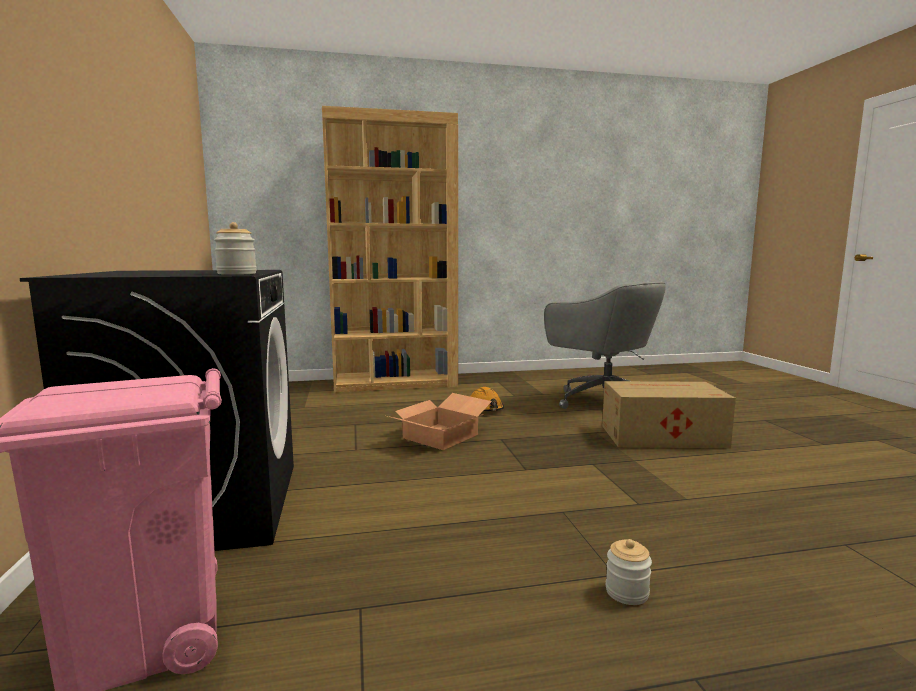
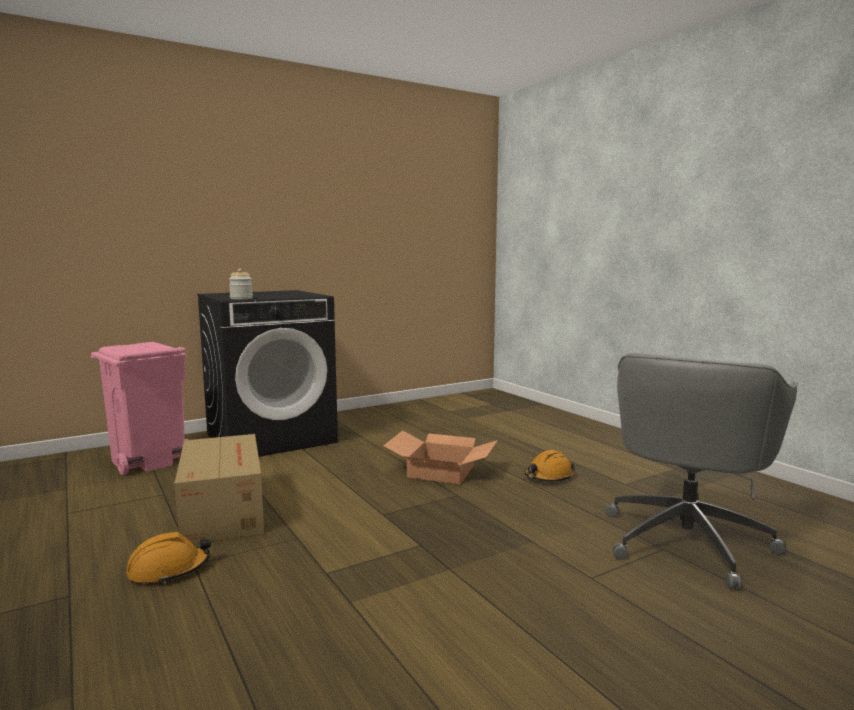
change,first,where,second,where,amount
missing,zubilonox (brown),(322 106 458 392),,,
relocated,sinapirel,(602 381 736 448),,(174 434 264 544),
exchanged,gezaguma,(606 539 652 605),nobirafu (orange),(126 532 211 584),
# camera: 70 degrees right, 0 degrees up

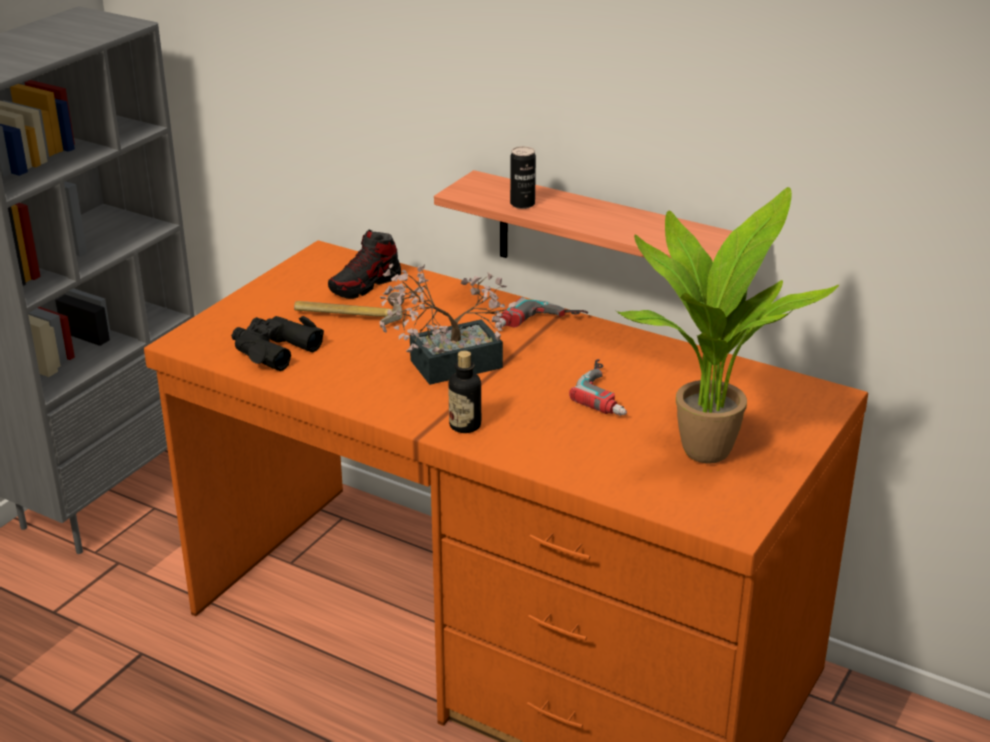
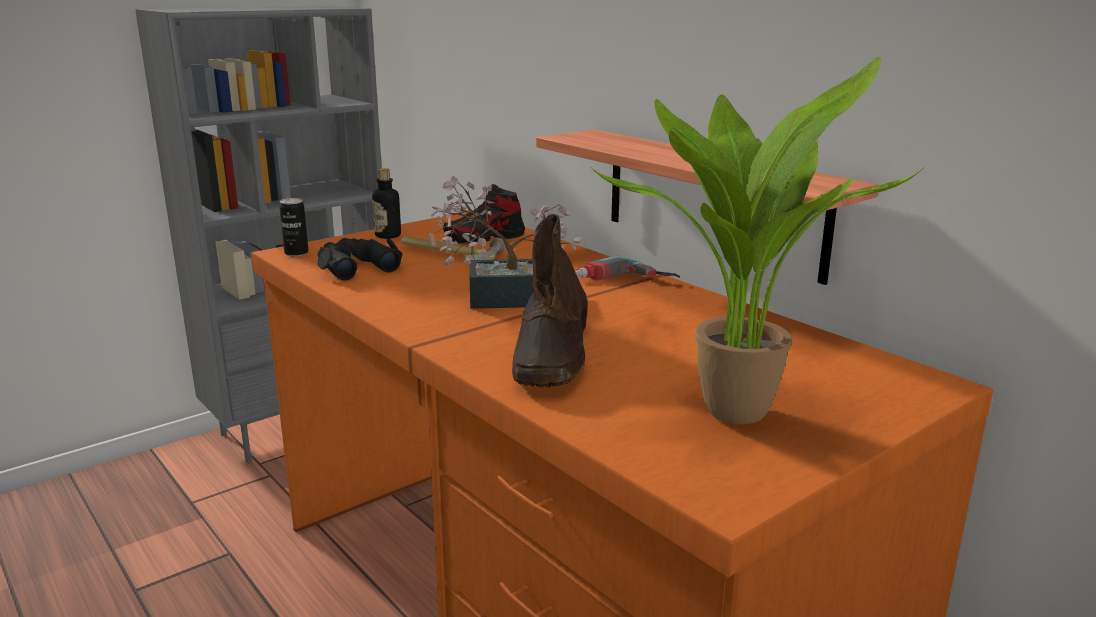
change,first,where,second,where,amount
relocated,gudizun,(448 351 481 433),,(372 168 401 239),
relocated,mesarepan,(510 146 536 209),,(279 198 309 256),
missing,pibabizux,(569 359 627 416),,,
appeared,,,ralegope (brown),(512 214 588 388),
# camera: 20 degrees right, 10 degrees down

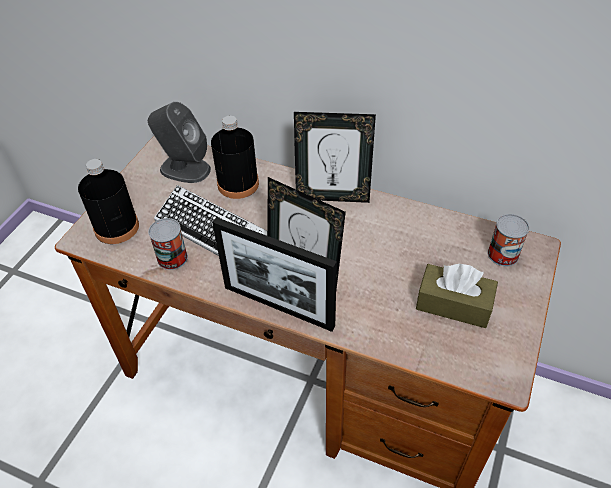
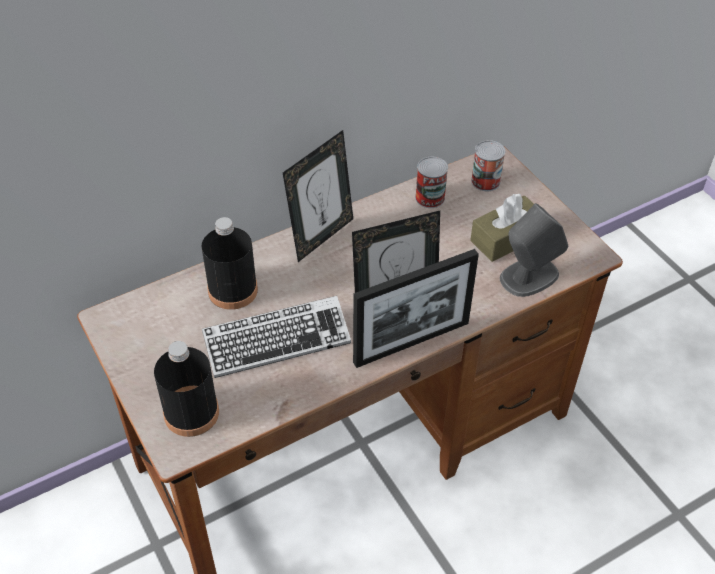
change,first,where,second,where,amount
relocated,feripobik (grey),(148 102 211 183),,(500 203 569 297),
relocated,mesarepan,(148 218 188 270),,(415 157 448 208),
# camera: 55 degrees left, 0 degrees up

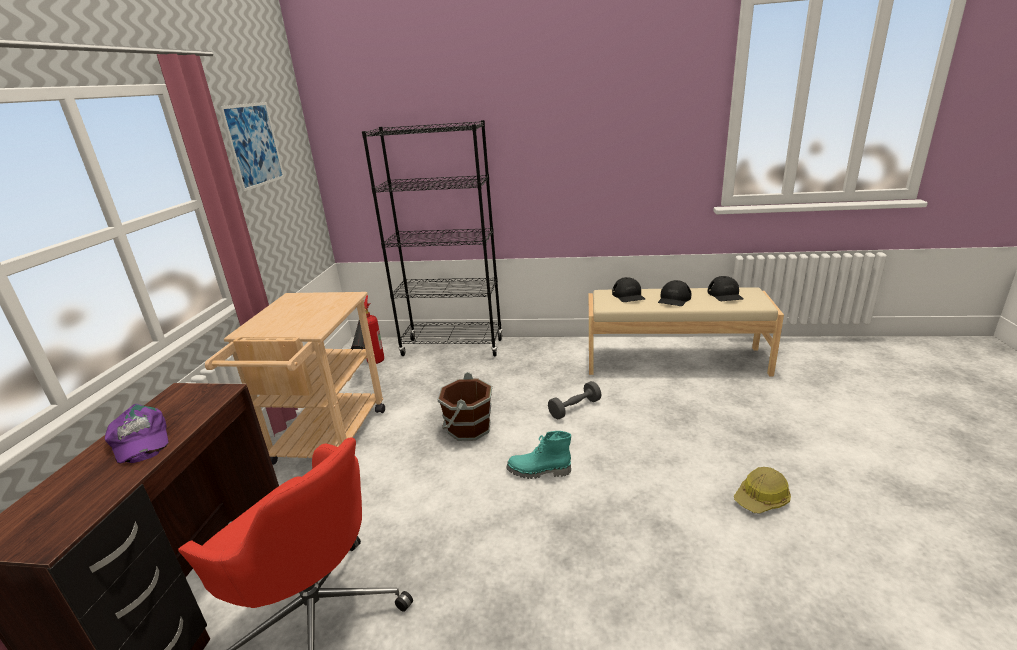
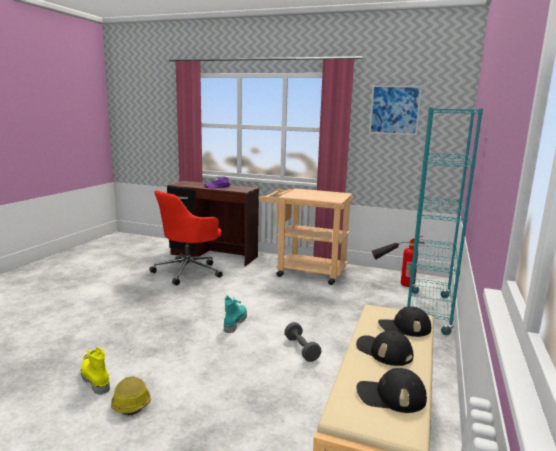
change,first,where,second,where,amount
colour,zubilonox (black),(362 120 502 357),zubilonox (turquoise),(407 107 483 335),
missing,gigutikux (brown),(437 372 492 441),,,
appeared,,,ralegope (yellow),(81 347 110 395),
# camera: 100 degrees right, 10 degrees down

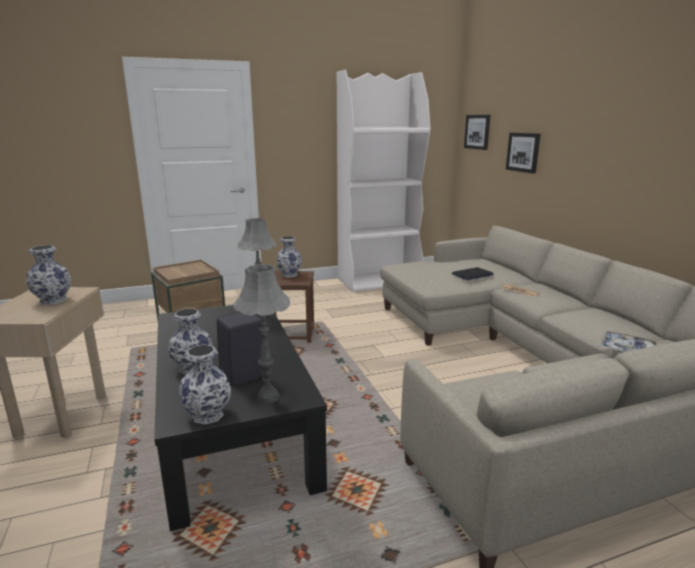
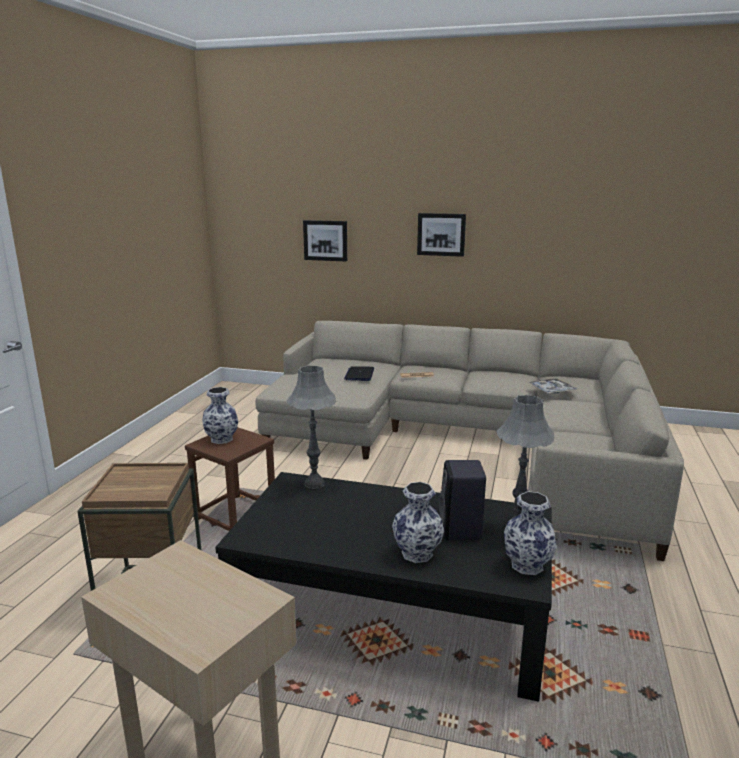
change,first,where,second,where,amount
missing,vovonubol,(26 245 71 305),,,
missing,zubilonox (white),(337 70 430 292),,,
relocated,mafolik,(464 115 491 150),,(417 213 466 257),
# camera: 55 degrees left, 0 degrees up

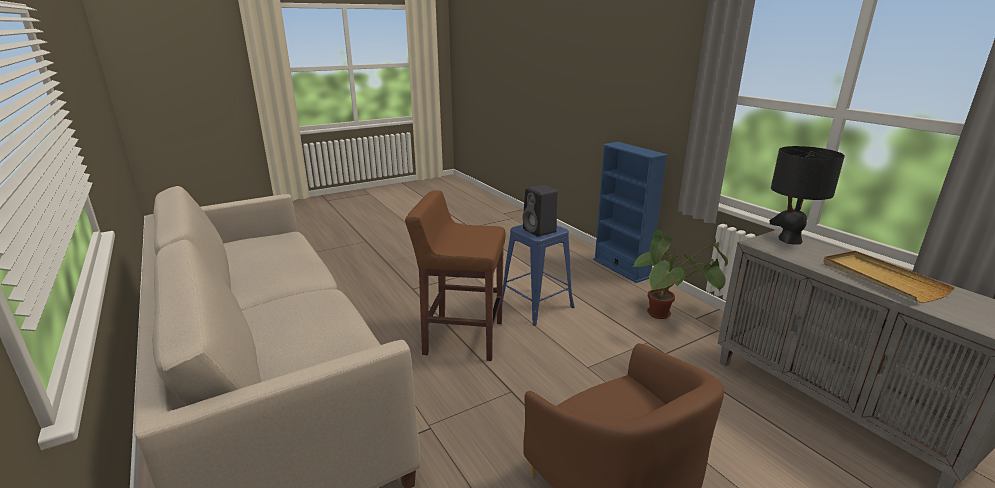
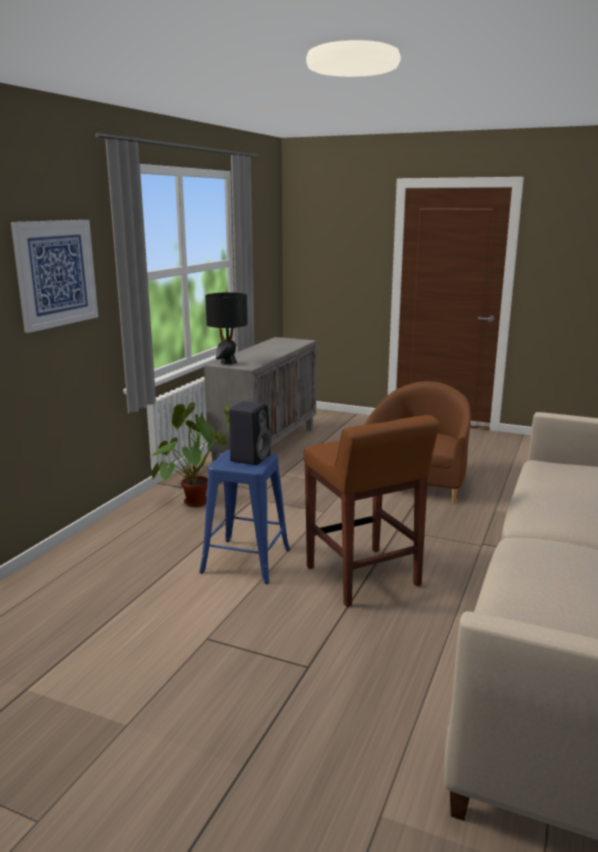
change,first,where,second,where,amount
missing,zubilonox (blue),(593 142 668 283),,,
missing,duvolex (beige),(823 251 955 303),,,
appeared,,,mafolik,(11 220 98 333),
# camera: 125 degrees left, 5 degrees down

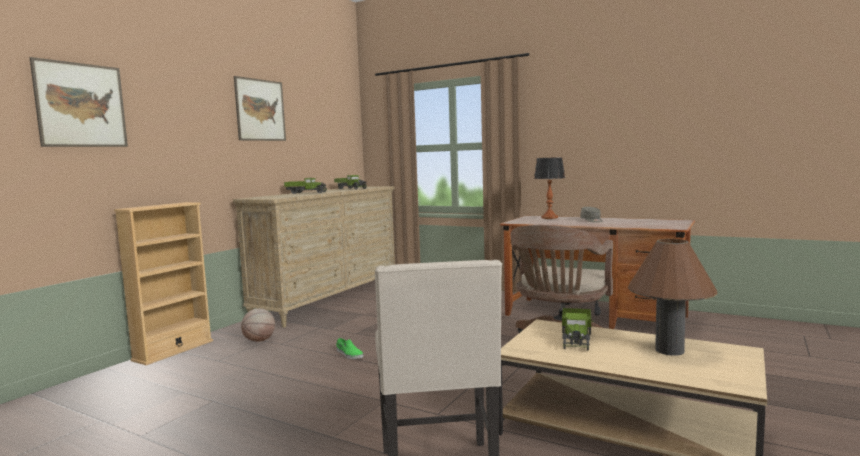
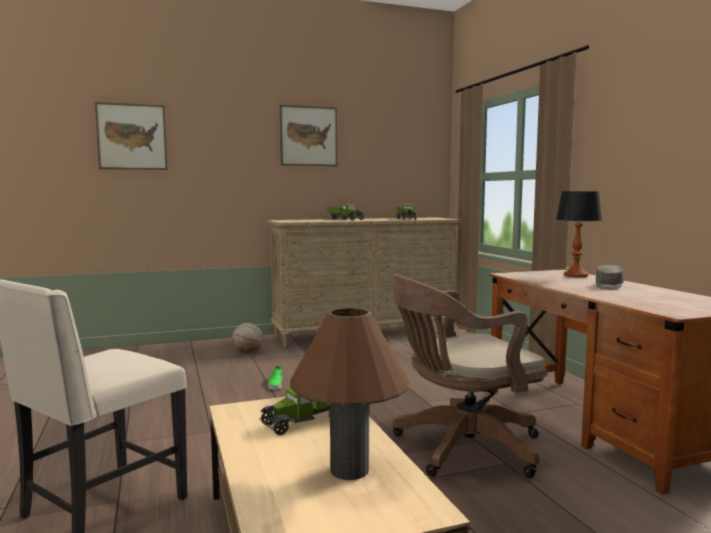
change,first,where,second,where,amount
missing,zubilonox (beige),(114 202 213 365),,,
# camera: 40 degrees right, 0 degrees up

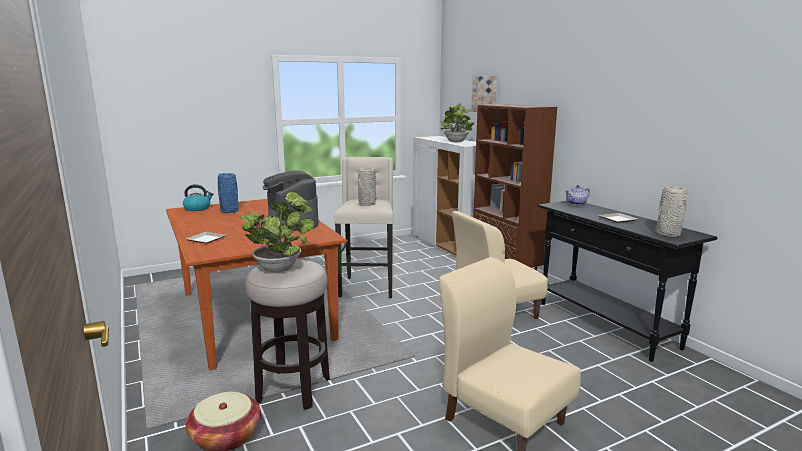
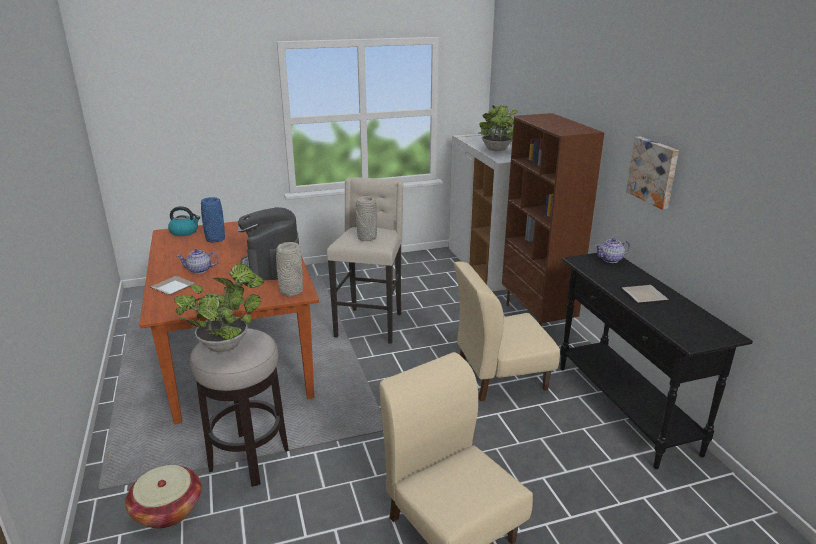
change,first,where,second,where,amount
relocated,mafolik,(471 76 497 112),,(626 137 679 210),
relocated,vovonubol (grey),(657 185 687 237),,(276 242 303 297),
appeared,,,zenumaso,(177 249 219 274),
# camera: 10 degrees right, 10 degrees up

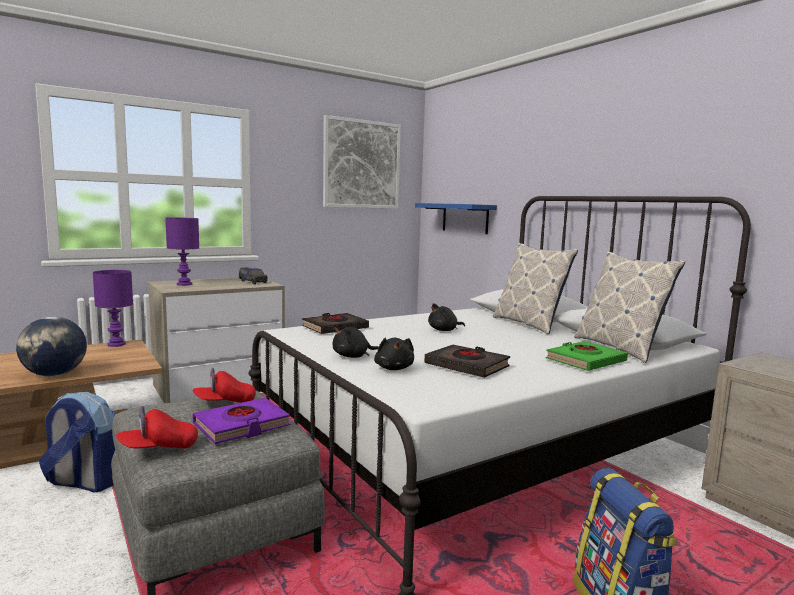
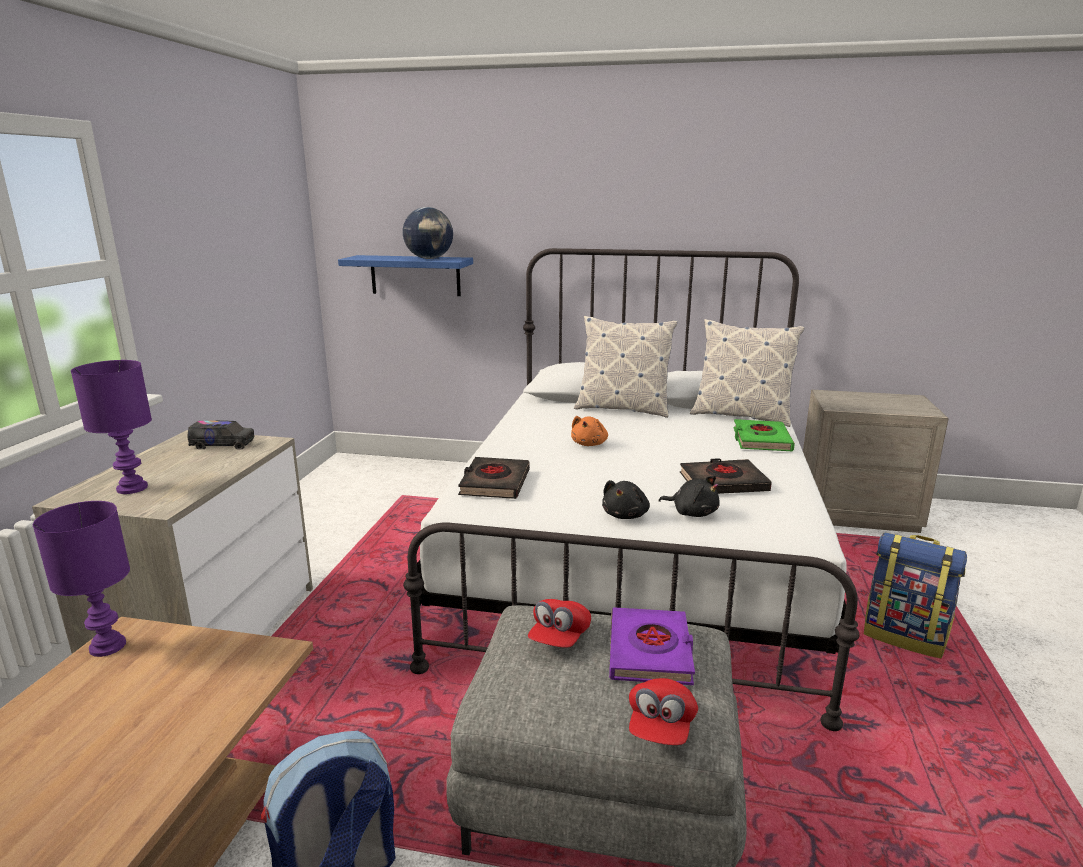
change,first,where,second,where,amount
relocated,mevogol,(16 317 87 376),,(403 207 453 259),
missing,mafolik,(323 115 401 209),,,
colour,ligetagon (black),(428 303 465 331),ligetagon (orange),(571 416 608 446),
# camera: 45 degrees left, 10 degrees up

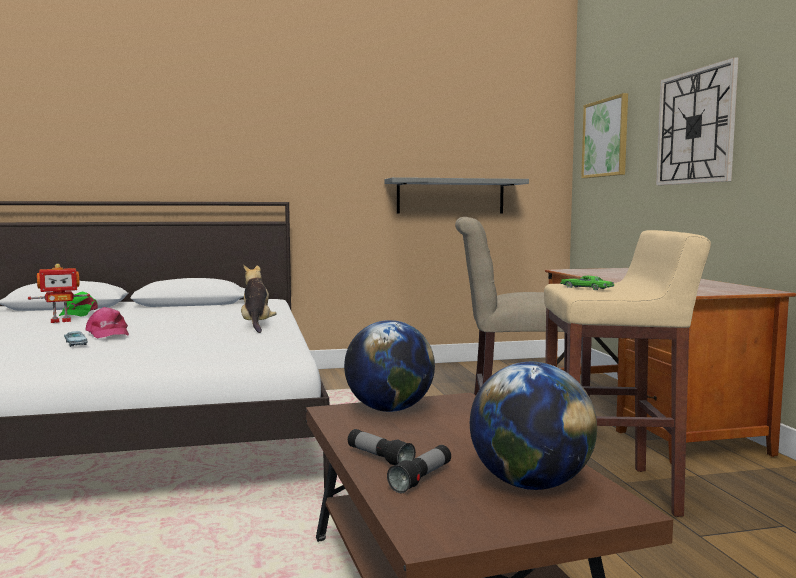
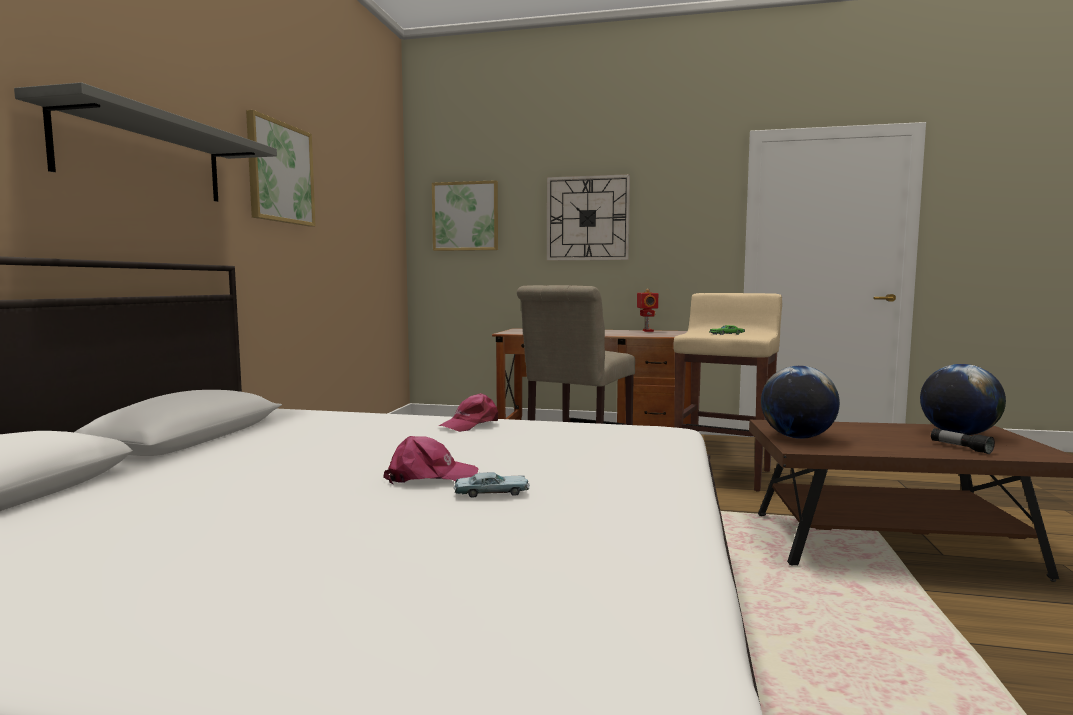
change,first,where,second,where,amount
relocated,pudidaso,(28 264 90 323),,(637 289 658 332),
missing,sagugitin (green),(59 292 98 317),,,
exchanged,ligetagon,(241 265 277 333),sagugitin (pink),(439 393 498 432),
missing,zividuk,(348 429 416 465),,,
relocated,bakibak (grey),(384 177 529 214),,(14 82 277 202),
appeared,,,mafolik,(246 110 316 227),
# camera: 65 degrees left, 0 degrees up

